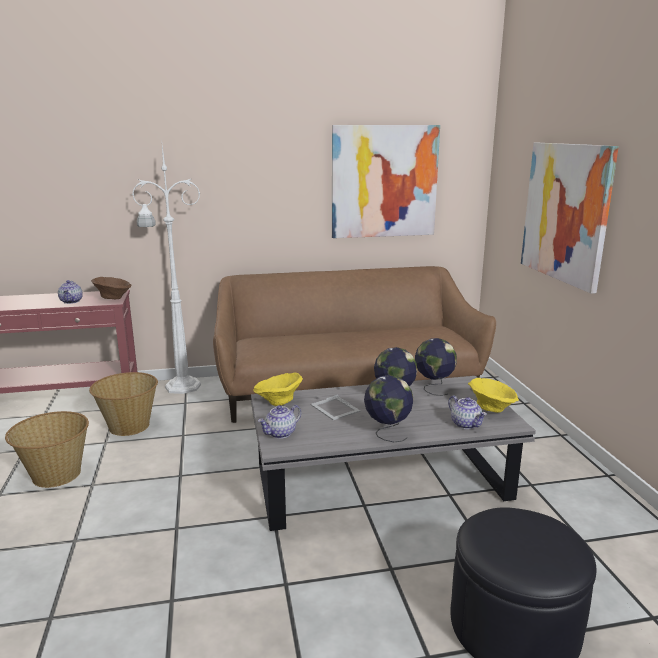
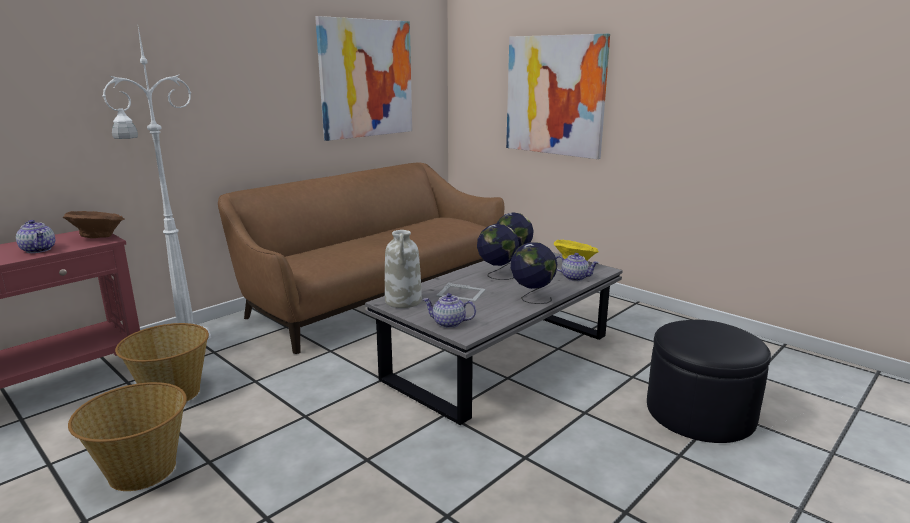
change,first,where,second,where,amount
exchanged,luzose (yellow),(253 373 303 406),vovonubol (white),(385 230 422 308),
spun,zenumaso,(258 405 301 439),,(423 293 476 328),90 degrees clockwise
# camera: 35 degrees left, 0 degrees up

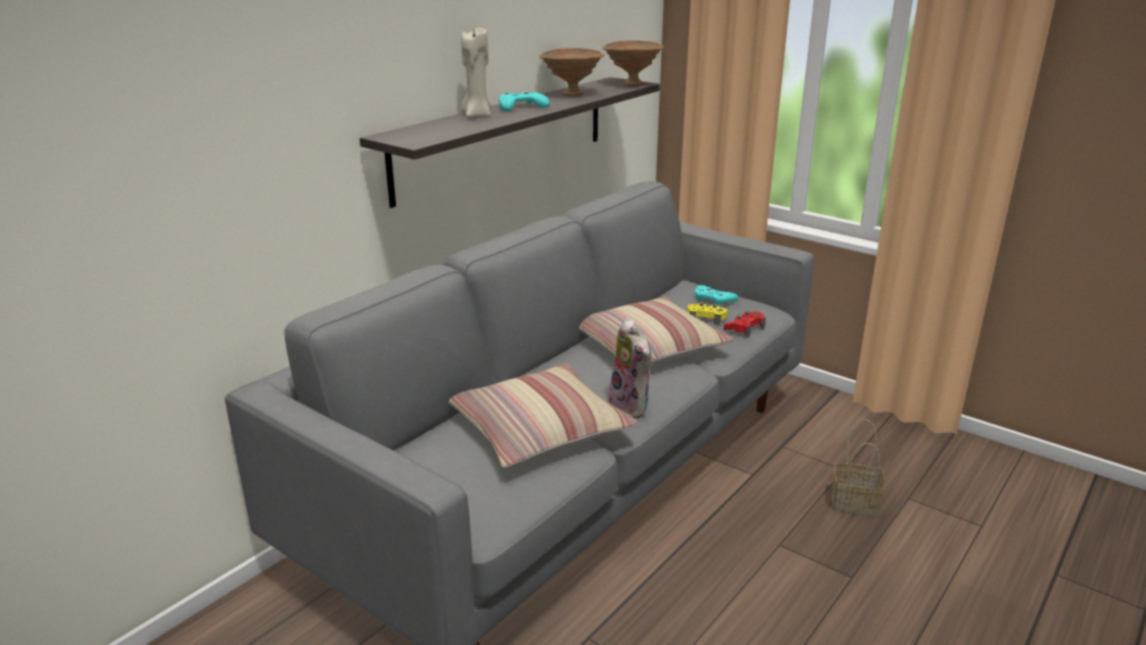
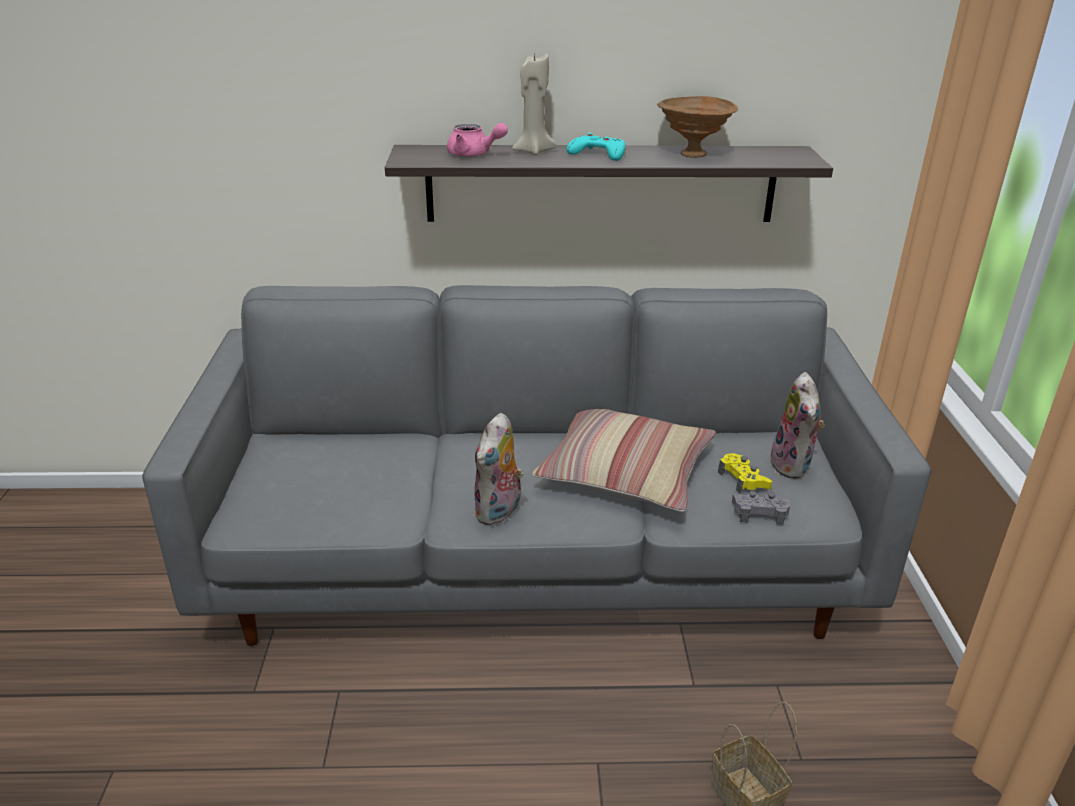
change,first,where,second,where,amount
missing,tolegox,(448 363 639 468),,,
missing,luzose (brown),(602 41 664 86),,,
exchanged,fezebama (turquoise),(695 285 738 306),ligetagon,(770 372 825 479),
colour,fezebama (red),(724 311 766 337),fezebama (grey),(732 491 790 525),
appeared,,,zenumaso (pink),(447 123 508 157),
# camera: 50 degrees right, 5 degrees up

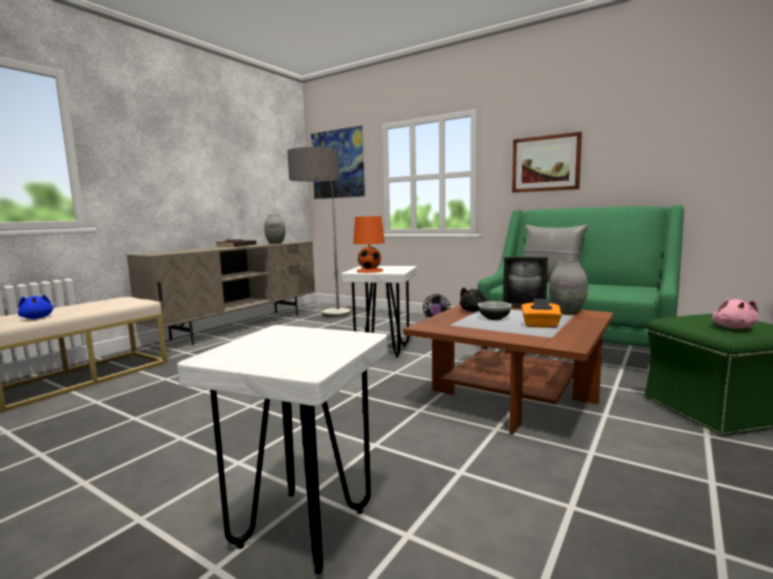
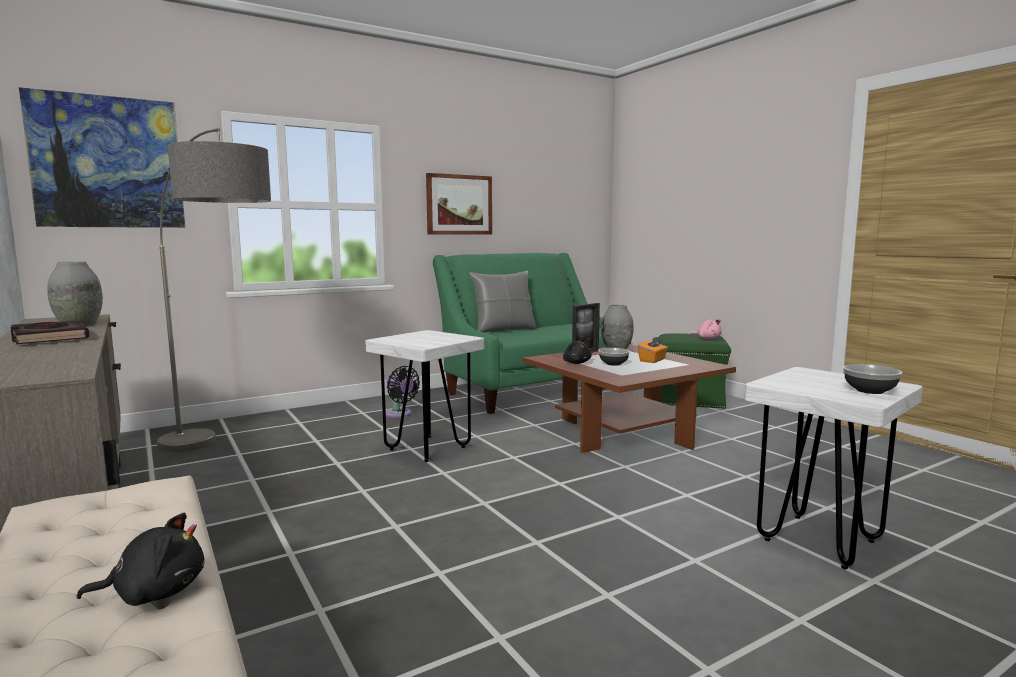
change,first,where,second,where,amount
colour,ligetagon (blue),(18 295 53 319),ligetagon (black),(77 513 205 606),
missing,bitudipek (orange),(353 216 385 273),,,
appeared,,,luzose,(843 364 902 394),
# camera: 65 degrees left, 0 degrees up

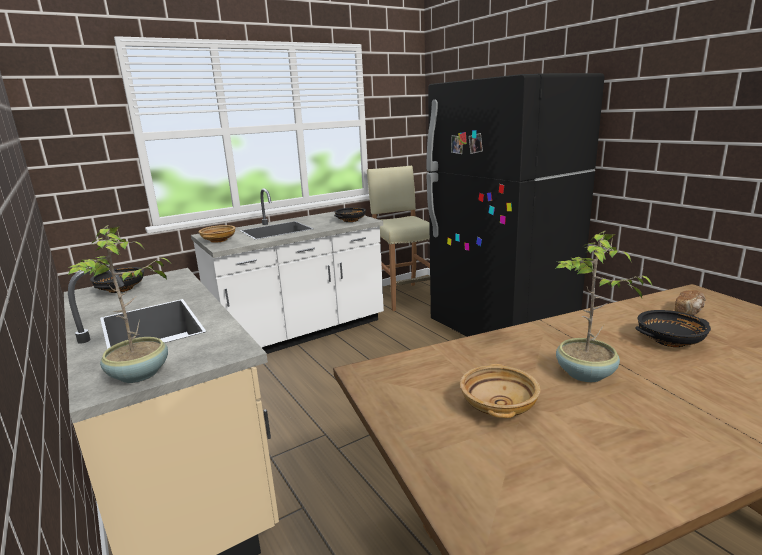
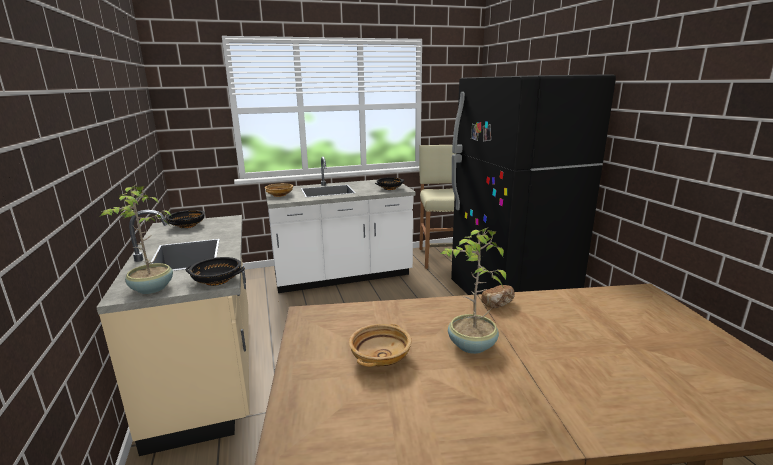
change,first,where,second,where,amount
relocated,luzose (black),(635 310 711 347),,(186 257 245 286),
relocated,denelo,(674 290 706 316),,(481 285 515 308),
# camera: 15 degrees right, 0 degrees up

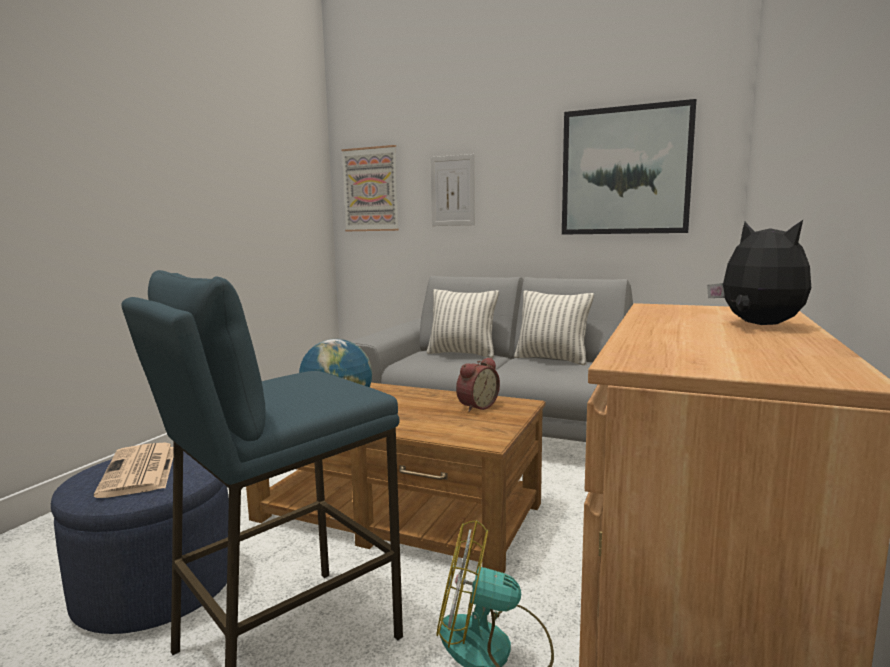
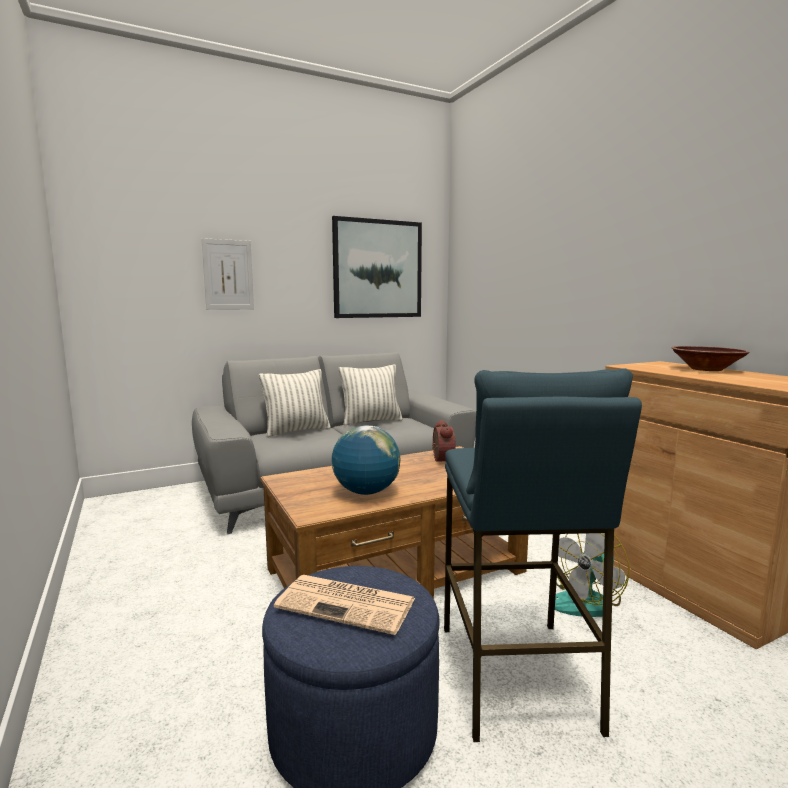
change,first,where,second,where,amount
missing,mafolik,(341 145 399 231),,,
exchanged,ligetagon,(707 220 811 325),luzose (brown),(671 346 750 371),
# camera: 50 degrees left, 0 degrees up

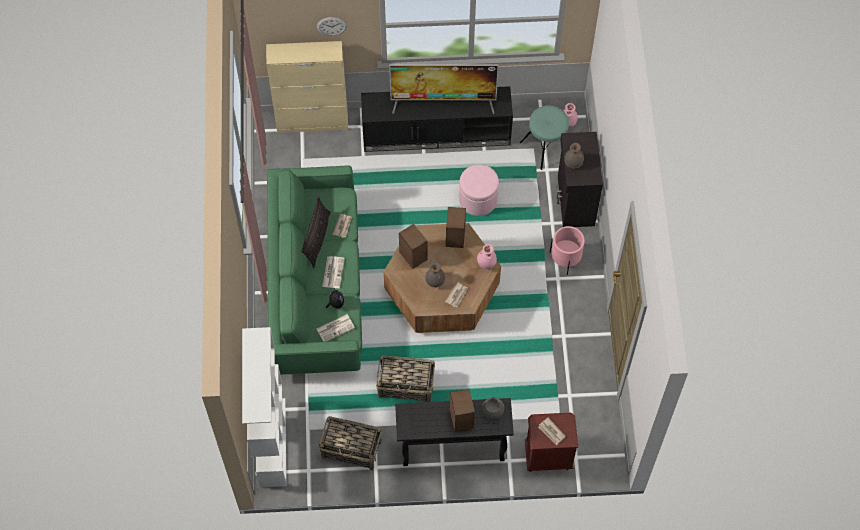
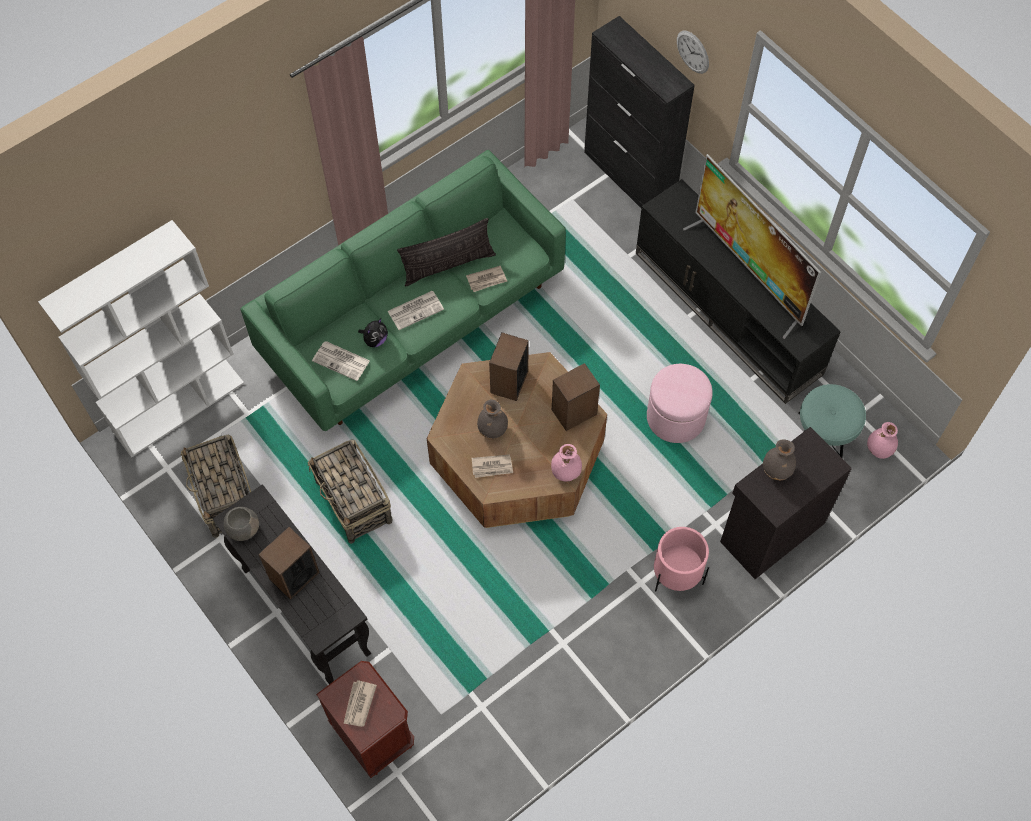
change,first,where,second,where,amount
colour,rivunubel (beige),(266 41 348 133),rivunubel (black),(584 16 695 208),
relocated,luzose (grey),(482 397 504 419),,(224 507 259 541),
# camera: 55 degrees right, 0 degrees up

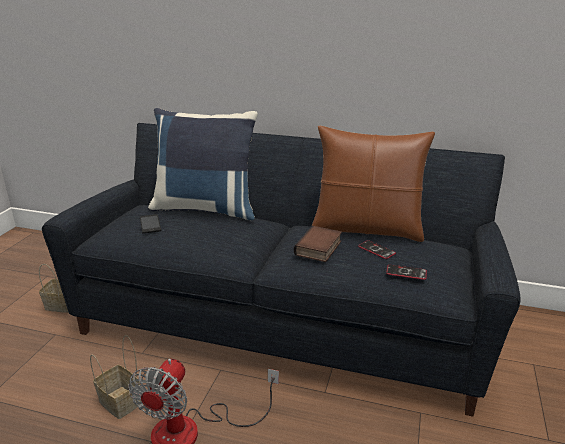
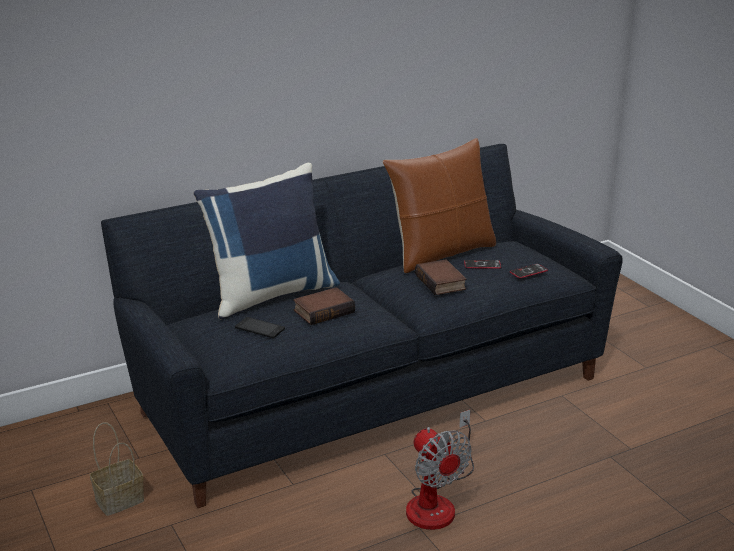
change,first,where,second,where,amount
missing,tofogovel,(90 335 142 419),,,
appeared,,,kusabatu,(293 287 355 325),
# camera: 45 degrees left, 0 degrees up

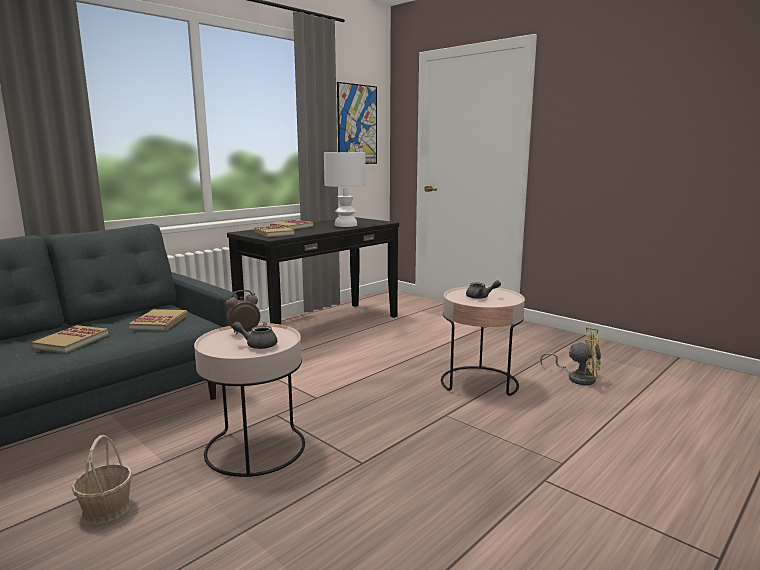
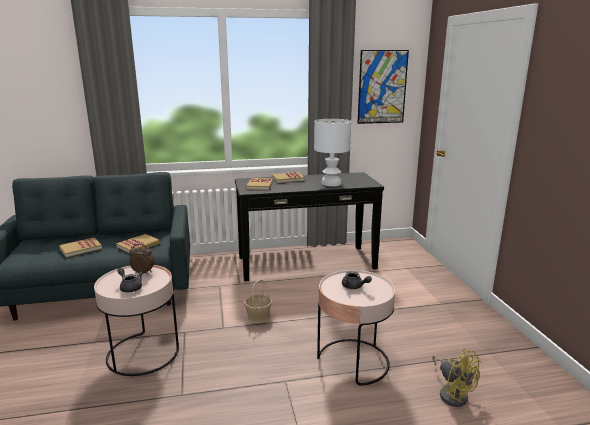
change,first,where,second,where,amount
relocated,tofogovel,(72 435 133 525),,(244 279 272 323),
# camera: 35 degrees right, 5 degrees up

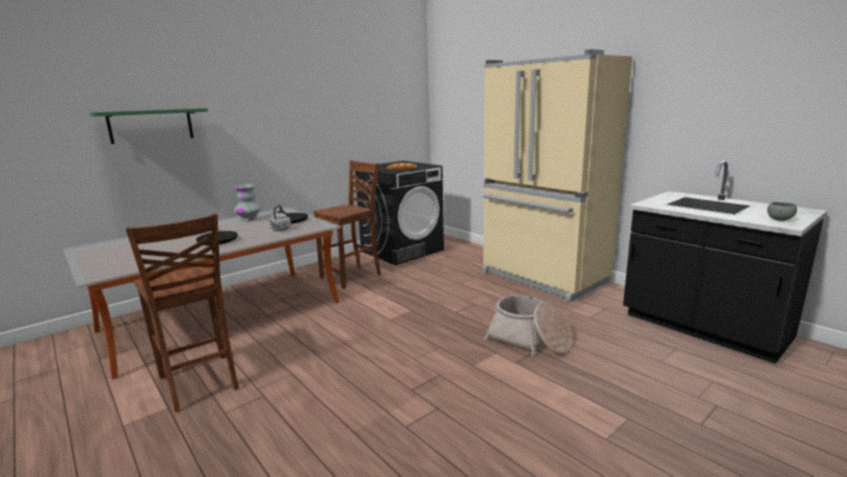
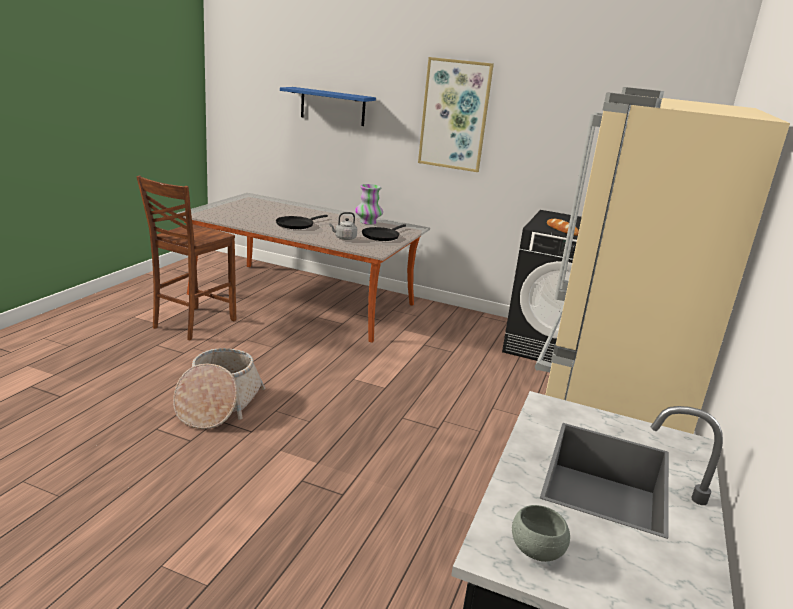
change,first,where,second,where,amount
colour,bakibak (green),(90 108 208 144),bakibak (blue),(280 87 376 126),
missing,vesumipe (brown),(314 160 381 289),,,
relocated,tofogovel,(484 295 572 356),,(173 348 265 429),
appeared,,,mafolik,(418 57 494 172),
# camera: 60 degrees right, 5 degrees up

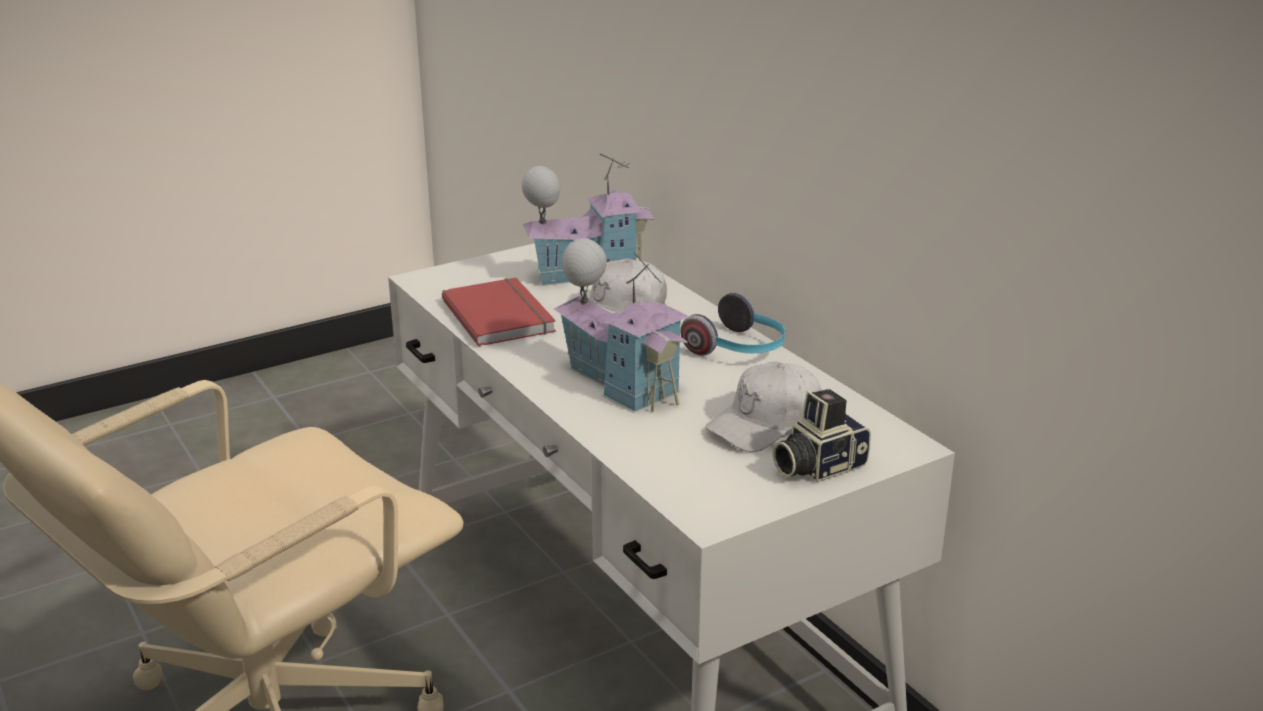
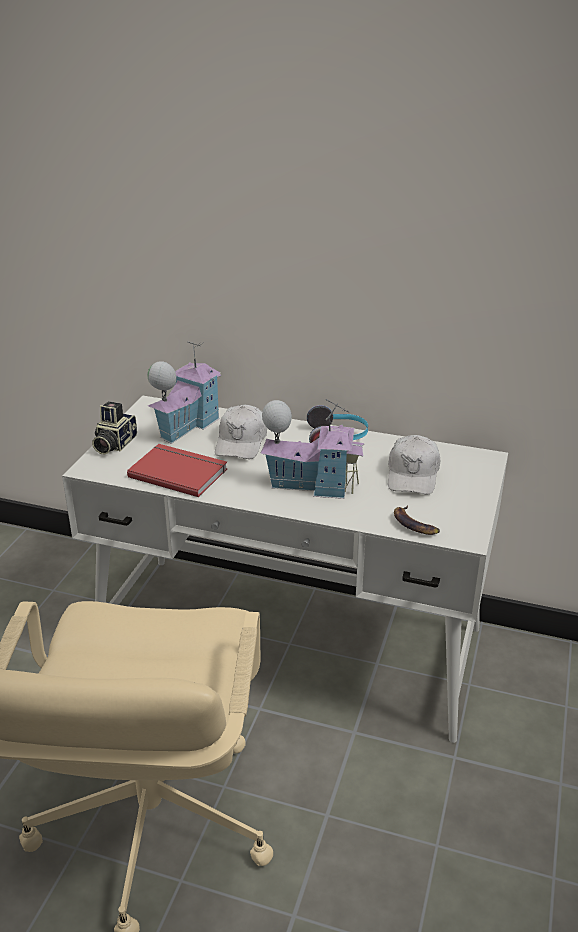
change,first,where,second,where,amount
relocated,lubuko,(772 389 871 482),,(92 401 137 455),
appeared,,,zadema,(394 505 440 535),
# camera: 40 degrees left, 5 degrees up

